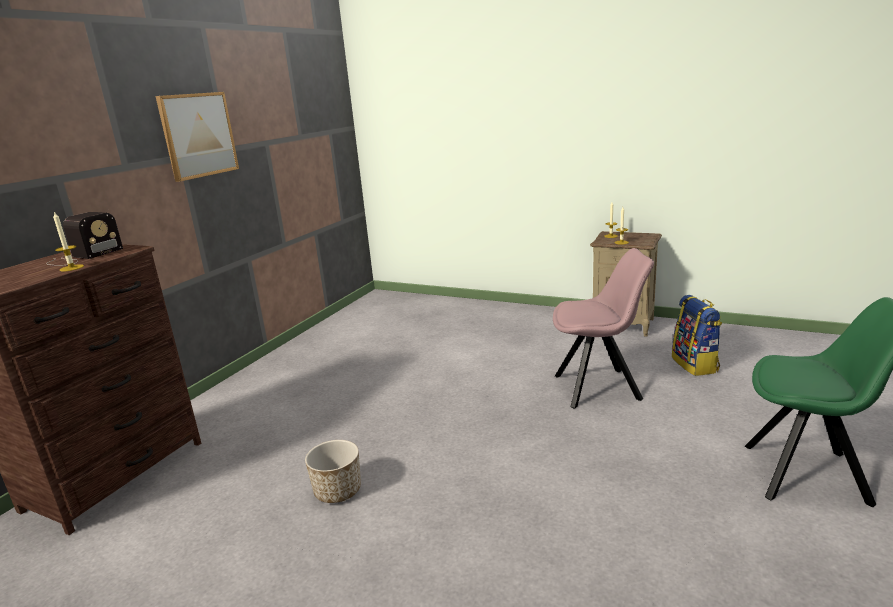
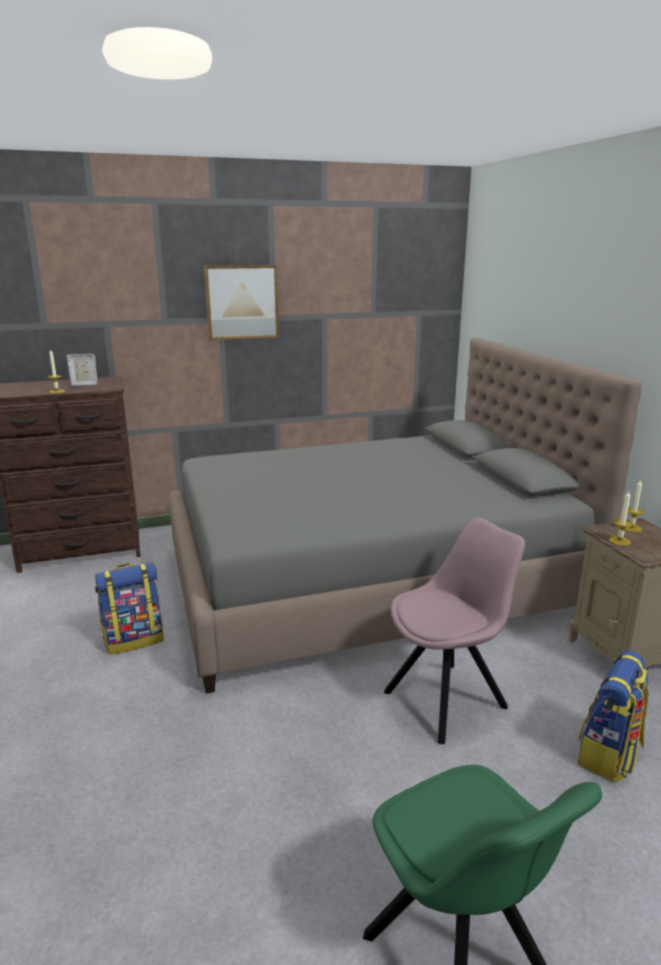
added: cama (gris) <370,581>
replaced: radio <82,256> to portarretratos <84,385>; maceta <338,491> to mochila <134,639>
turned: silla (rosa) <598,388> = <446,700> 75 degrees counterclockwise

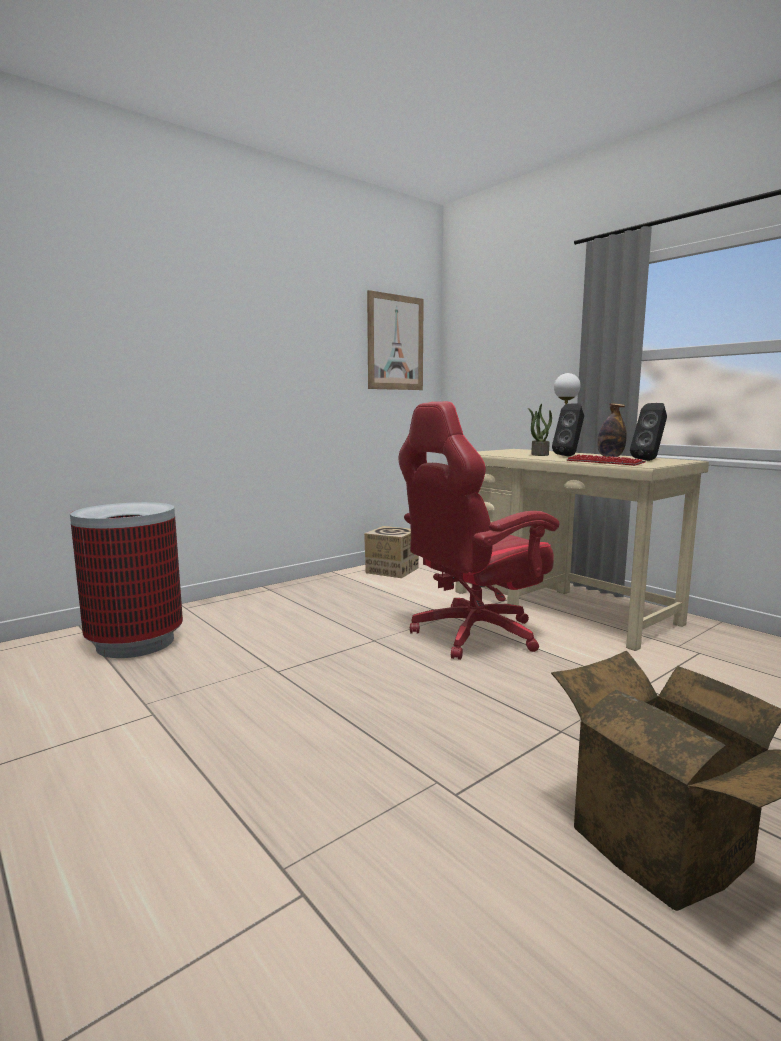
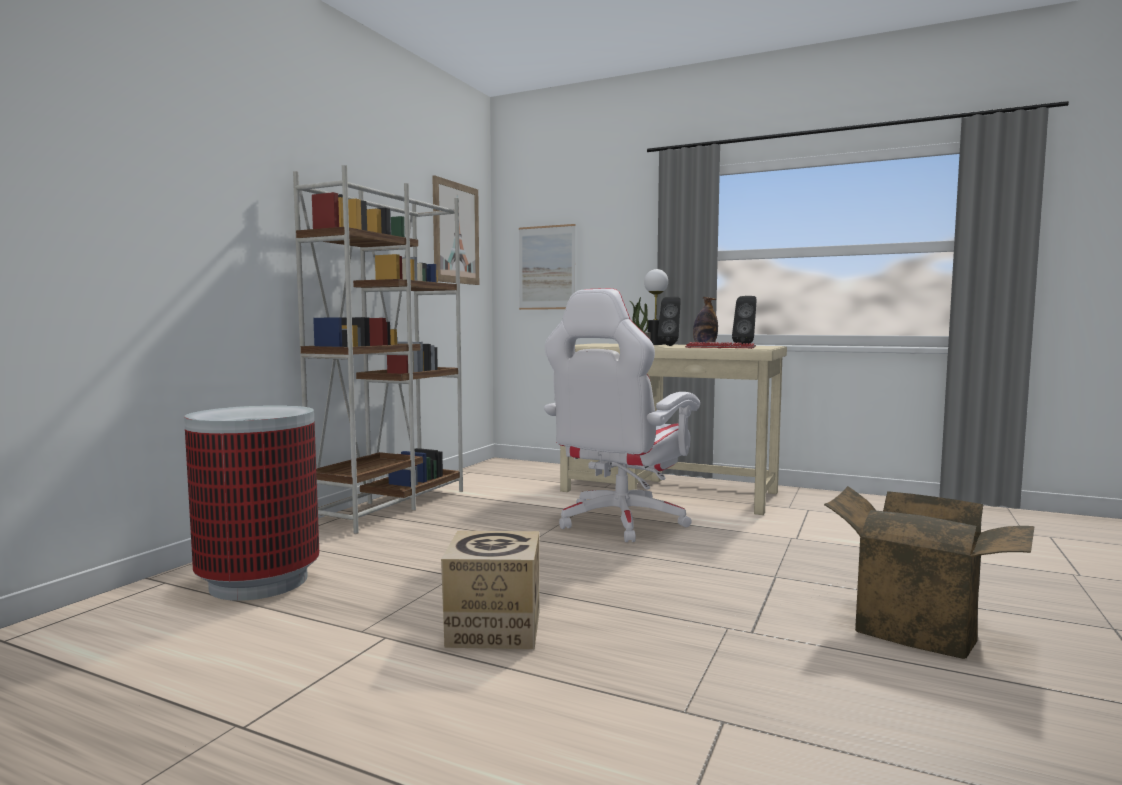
added: estantería (marrón) <392,506>; cuadro <547,267>
moved: caja de cartón <392,570> to <494,628>
recoloured: silla de oficina (rojo) <475,634> to silla de oficina (blanco) <621,521>

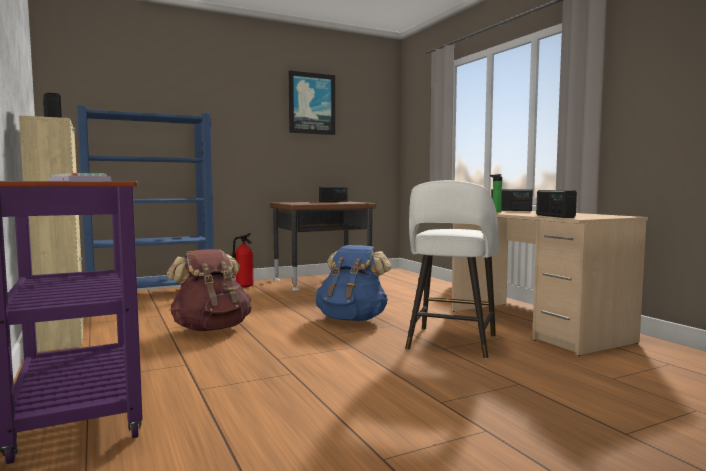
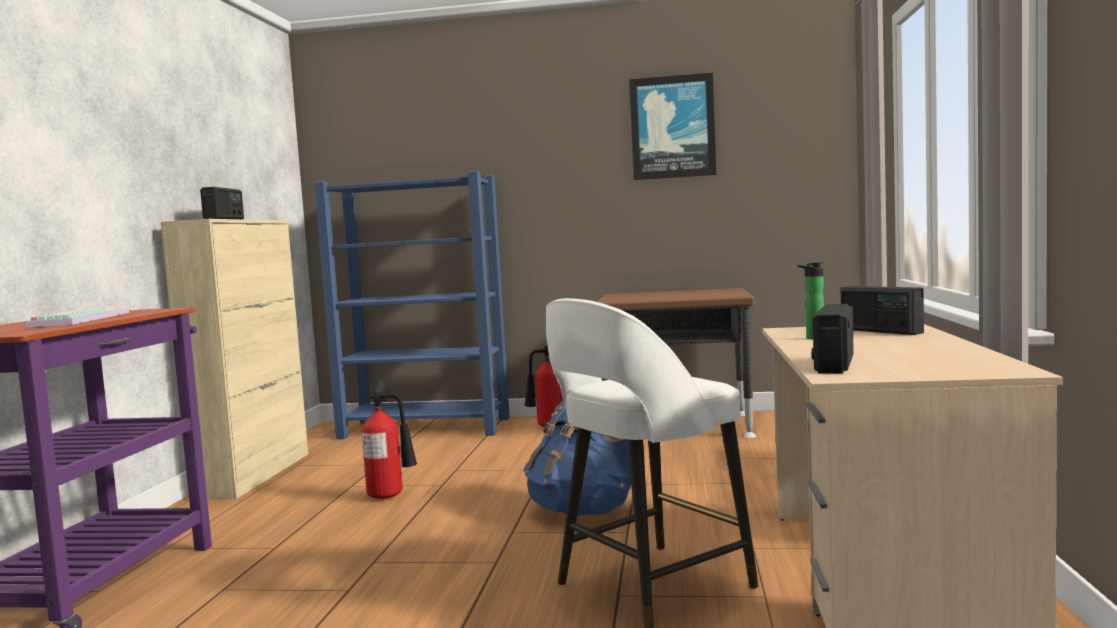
removed: radio <333,201>
replaced: mochila (marrón) <211,329> to extintor <391,495>

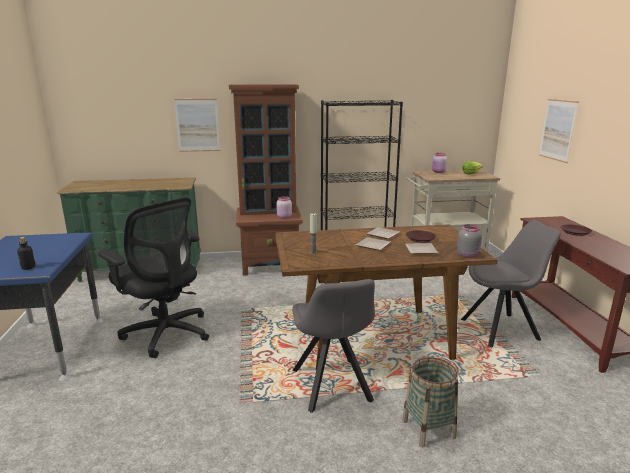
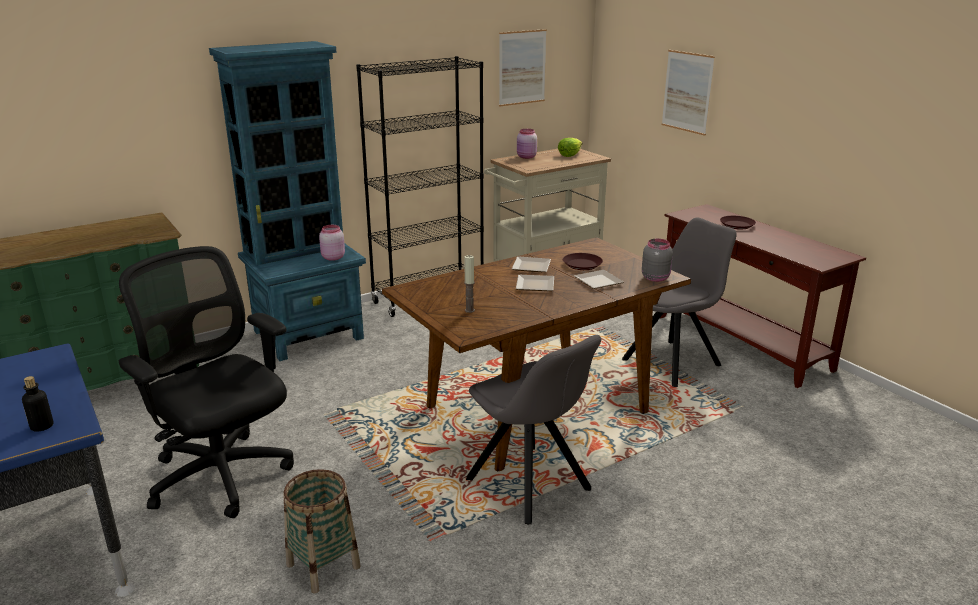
moved: cuadro <197,125> to <522,67>; cesta <428,429> to <323,566>
recoloured: armario (marrón) <270,264> to armario (azul) <309,335>
turned: silla de oficina (negro) <162,332> = <226,478> 150 degrees counterclockwise

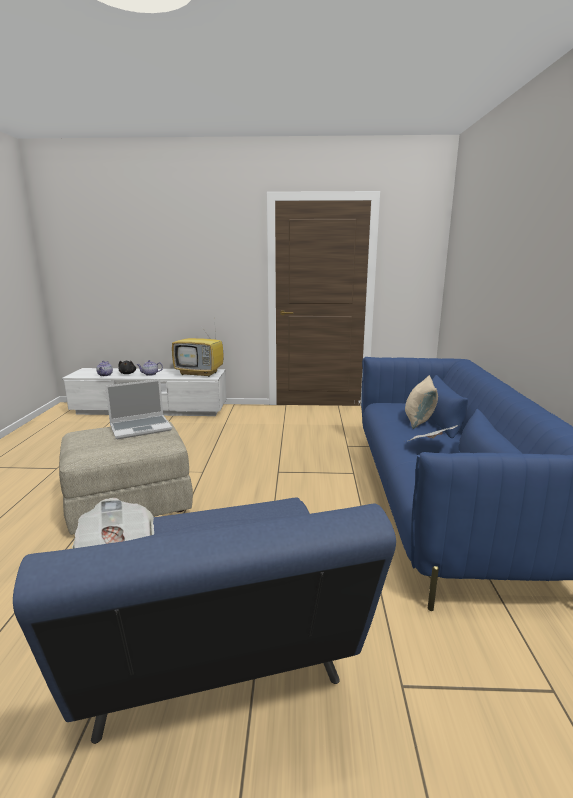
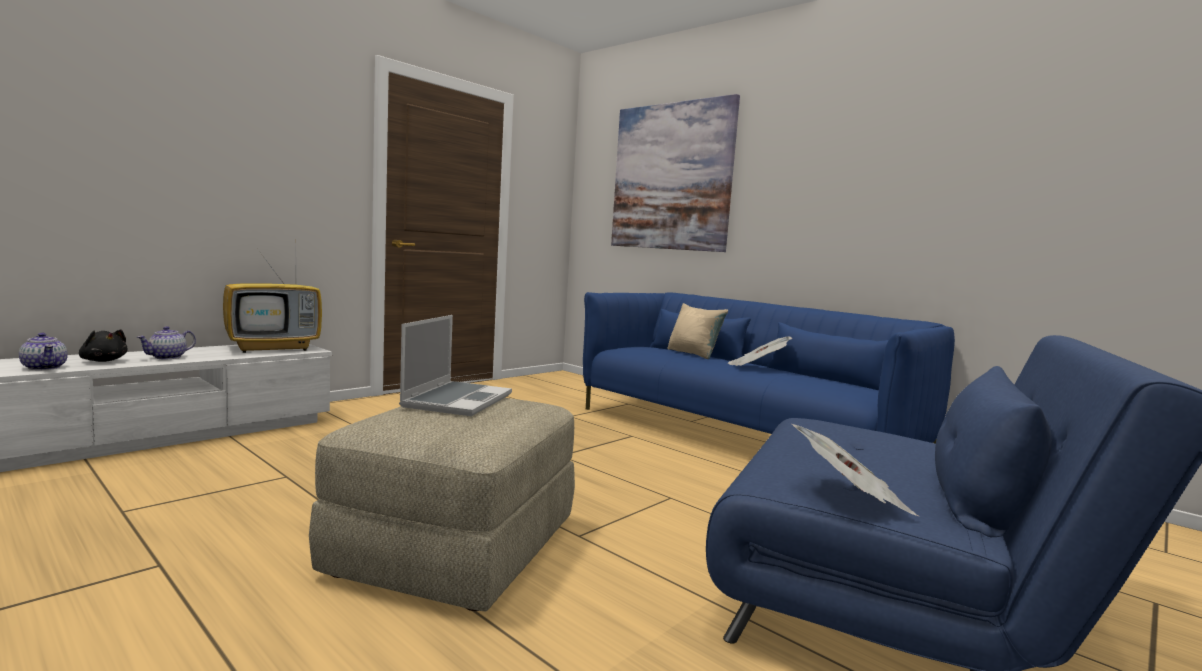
added: cuadro <671,177>

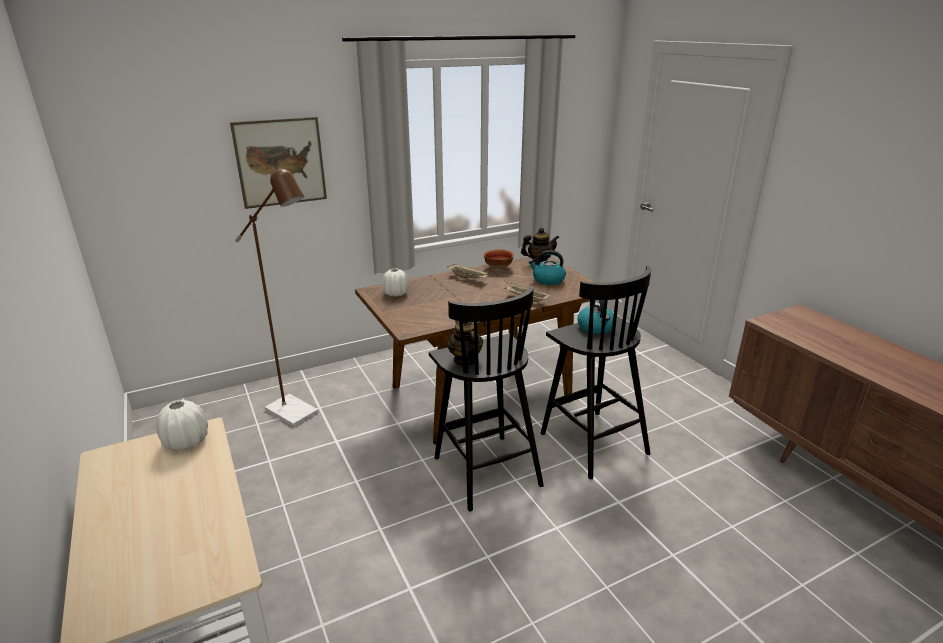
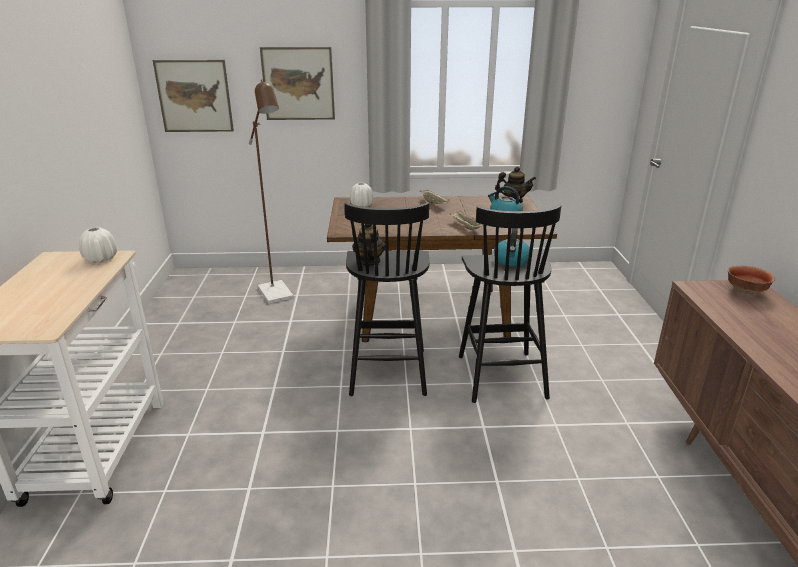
added: cuadro <194,96>
moved: cuenco <497,268> to <745,291>

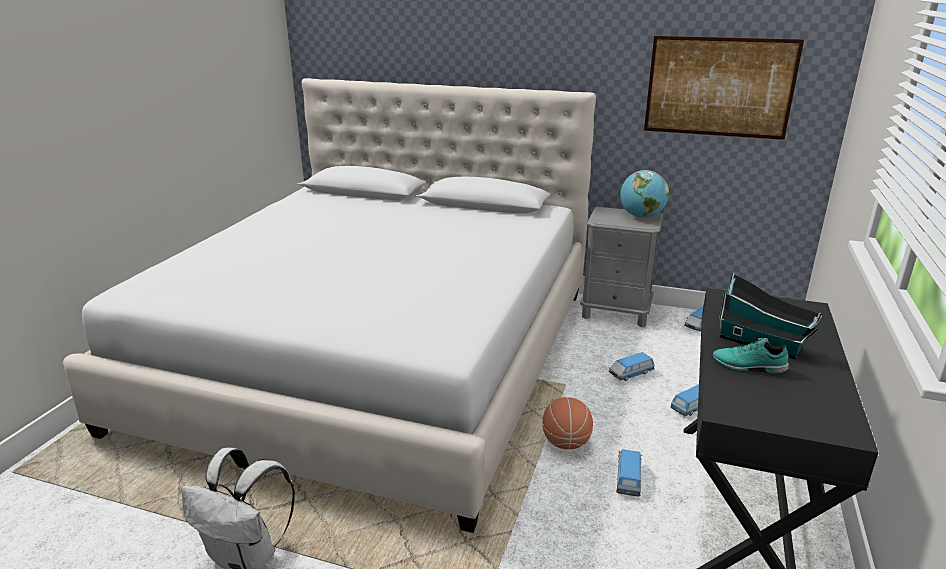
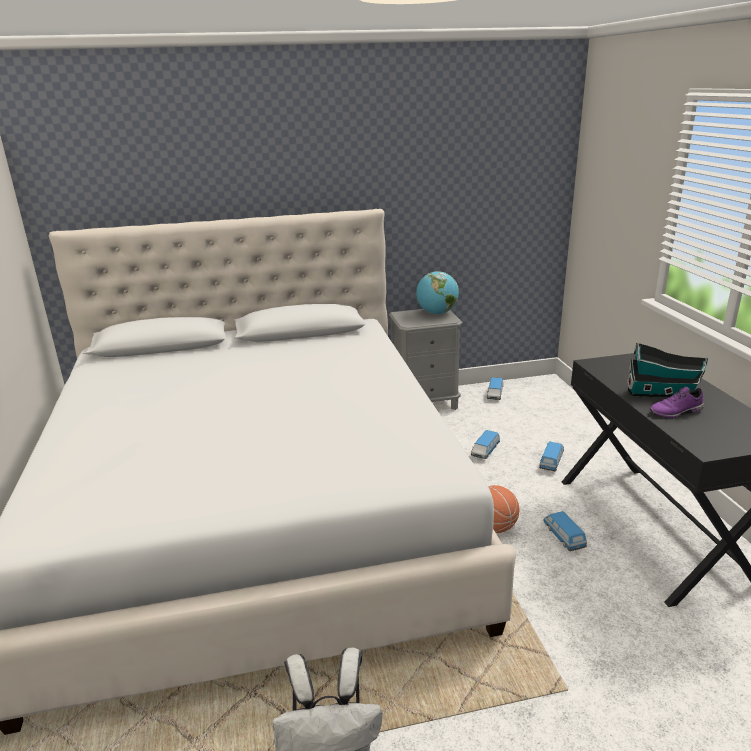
removed: cuadro <719,87>
recoloured: zapato (turquesa) <748,367> to zapato (morado) <676,412>

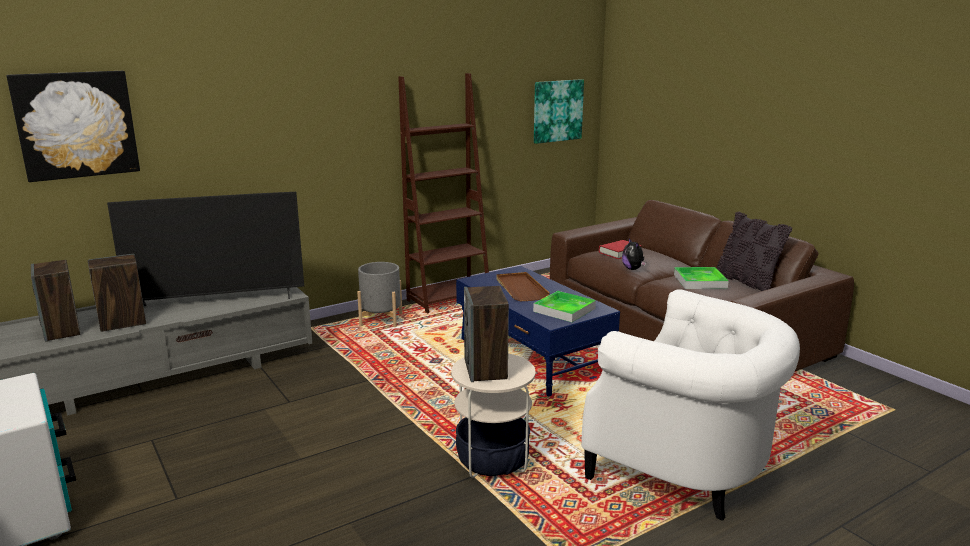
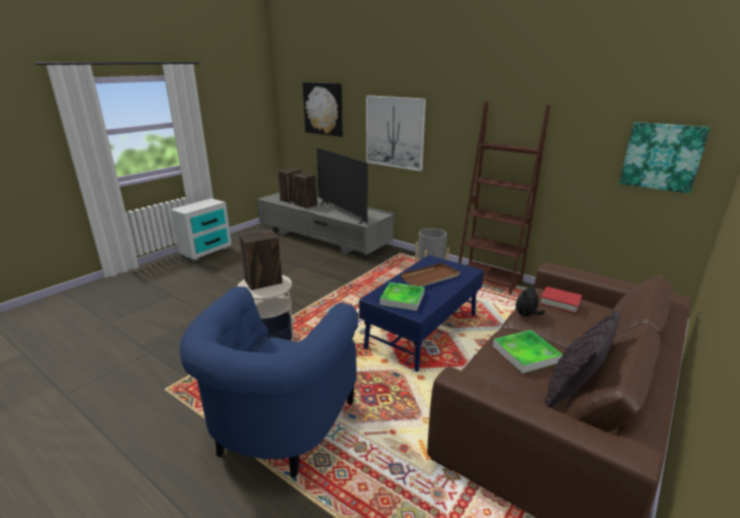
added: cuadro <394,132>
recoloured: sillón (blanco) <683,472> to sillón (azul) <279,428>

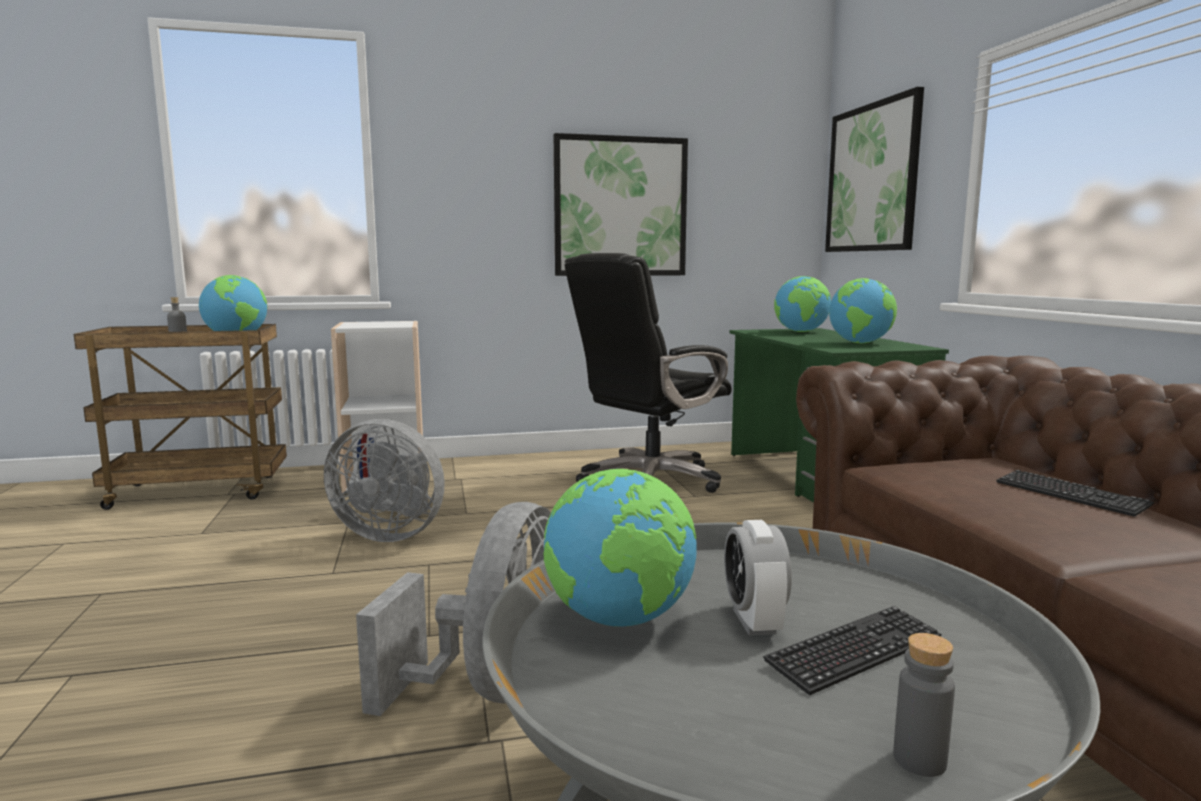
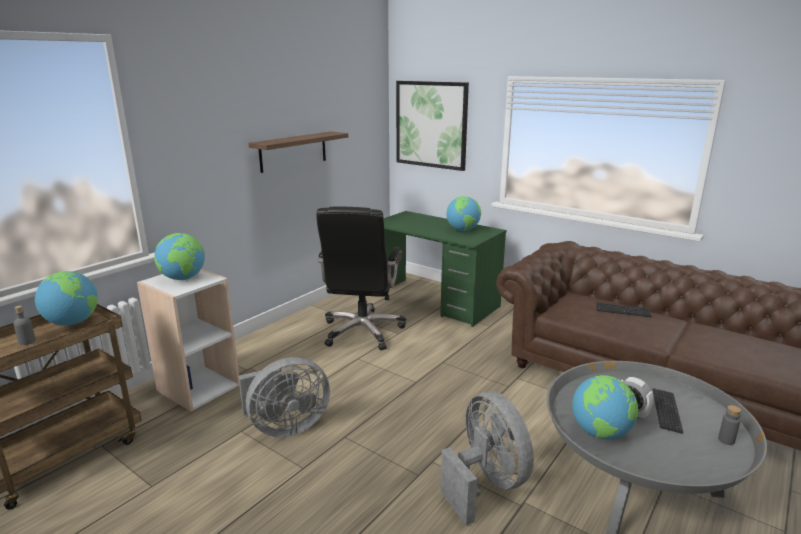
moved: globo terráqueo <801,332> to <183,278>
replaced: cuadro <620,207> to estante <293,151>

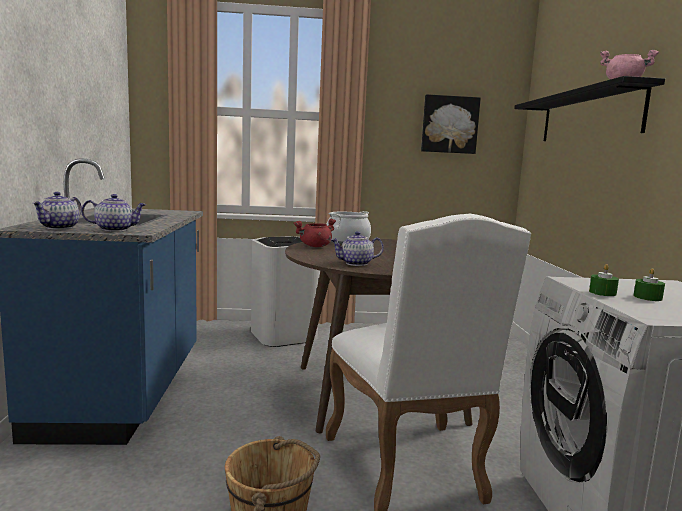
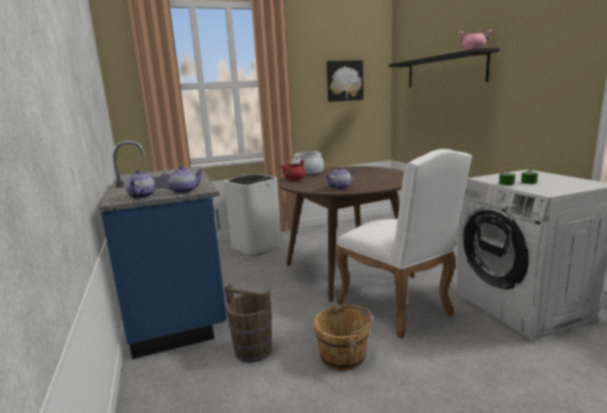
added: cubo (marrón) <253,350>

